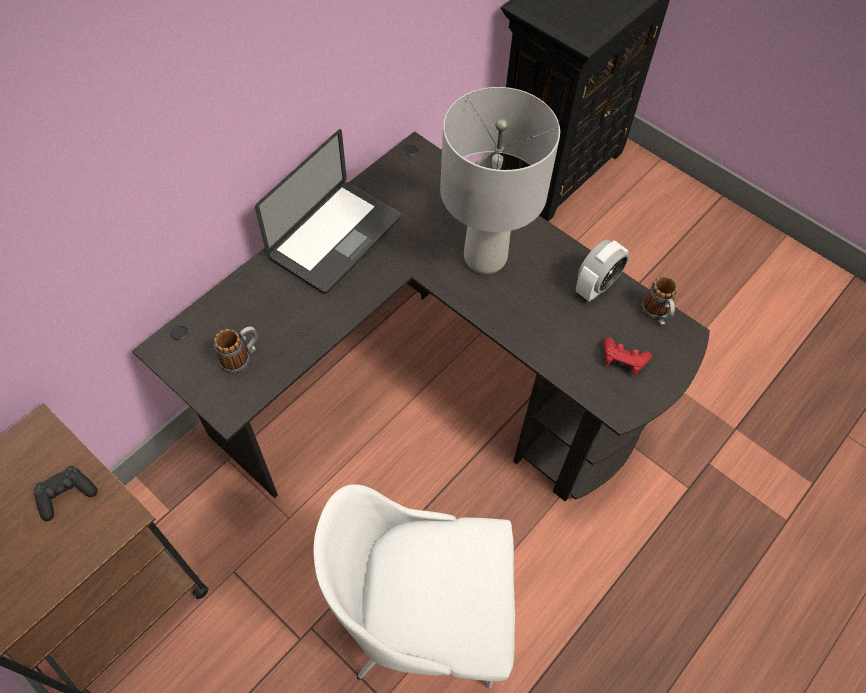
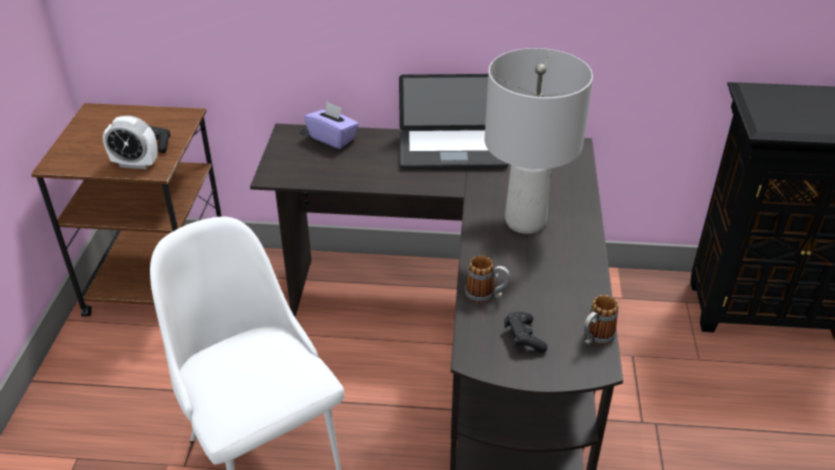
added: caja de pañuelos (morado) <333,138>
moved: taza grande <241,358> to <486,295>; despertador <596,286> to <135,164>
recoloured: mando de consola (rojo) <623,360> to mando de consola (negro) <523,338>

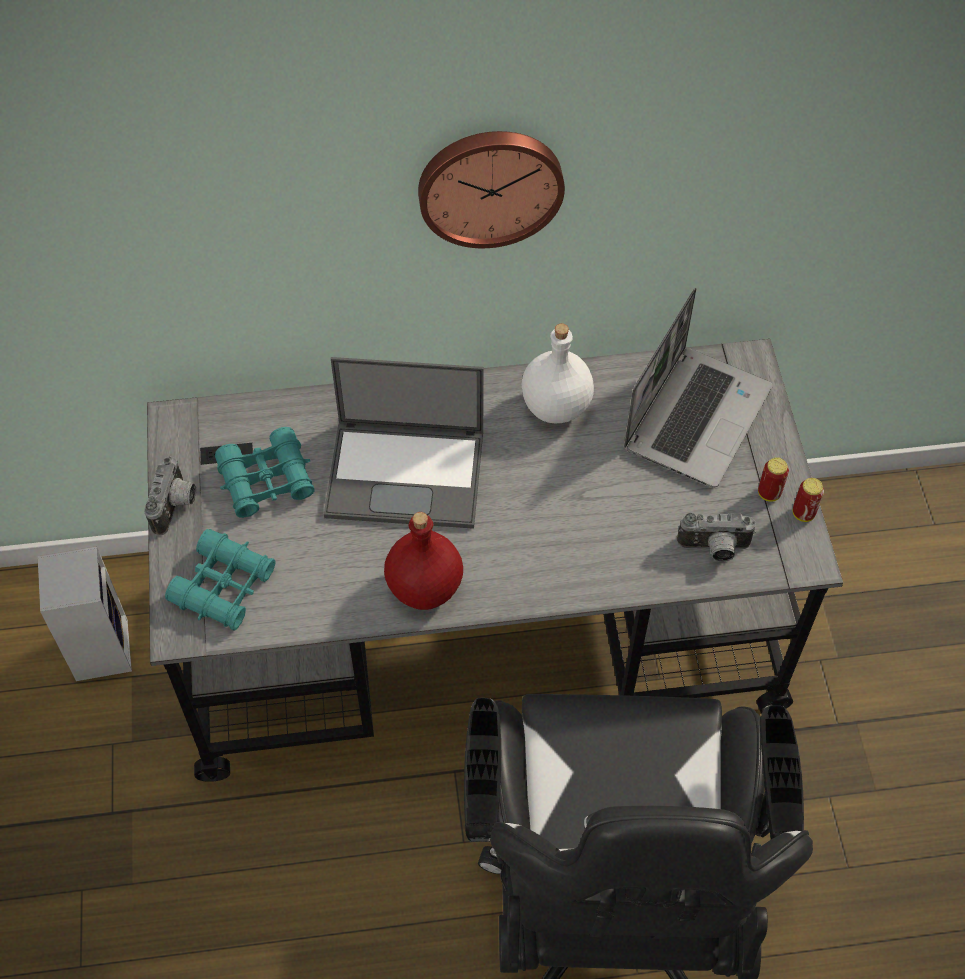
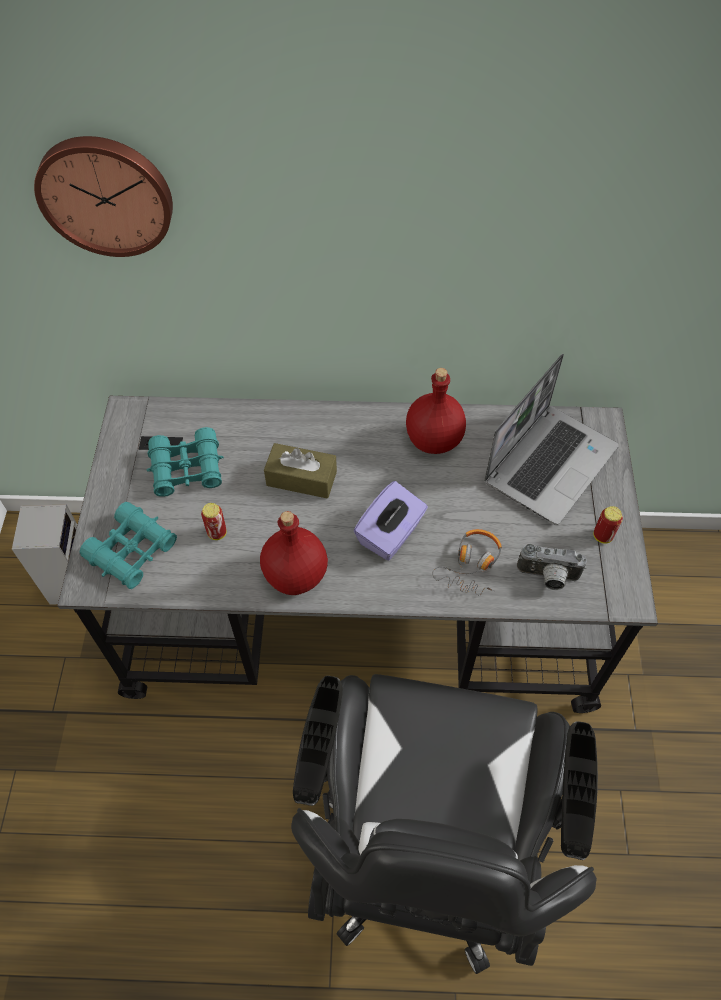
removed: cámara <176,506>
added: caja de pañuelos (morado) <390,534>; auriculares <471,565>
moved: reloj de pared <490,185> to <106,194>; lata <803,513> to <217,533>
replaced: portátil <407,473> to caja de pañuelos (marrón) <301,478>
recoloured: botella (blanco) <556,405> to botella (rojo) <434,439>

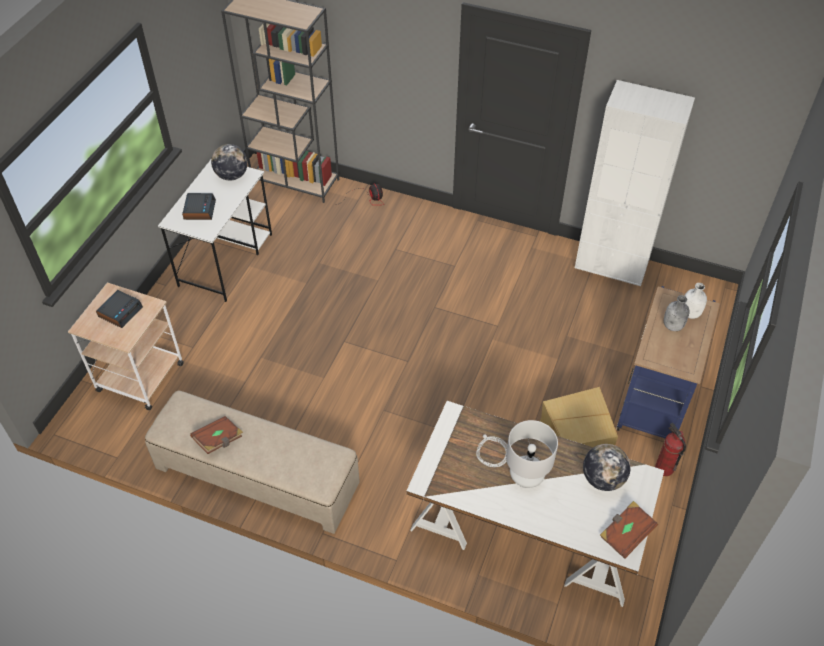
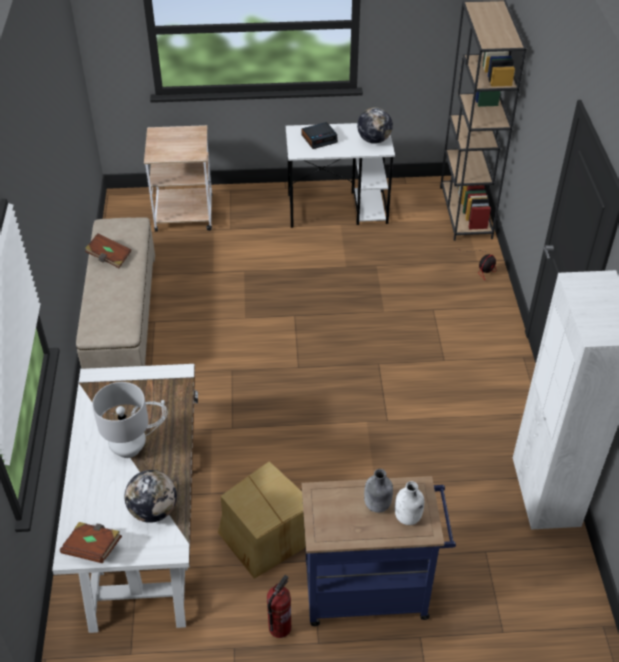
removed: despertador <120,311>

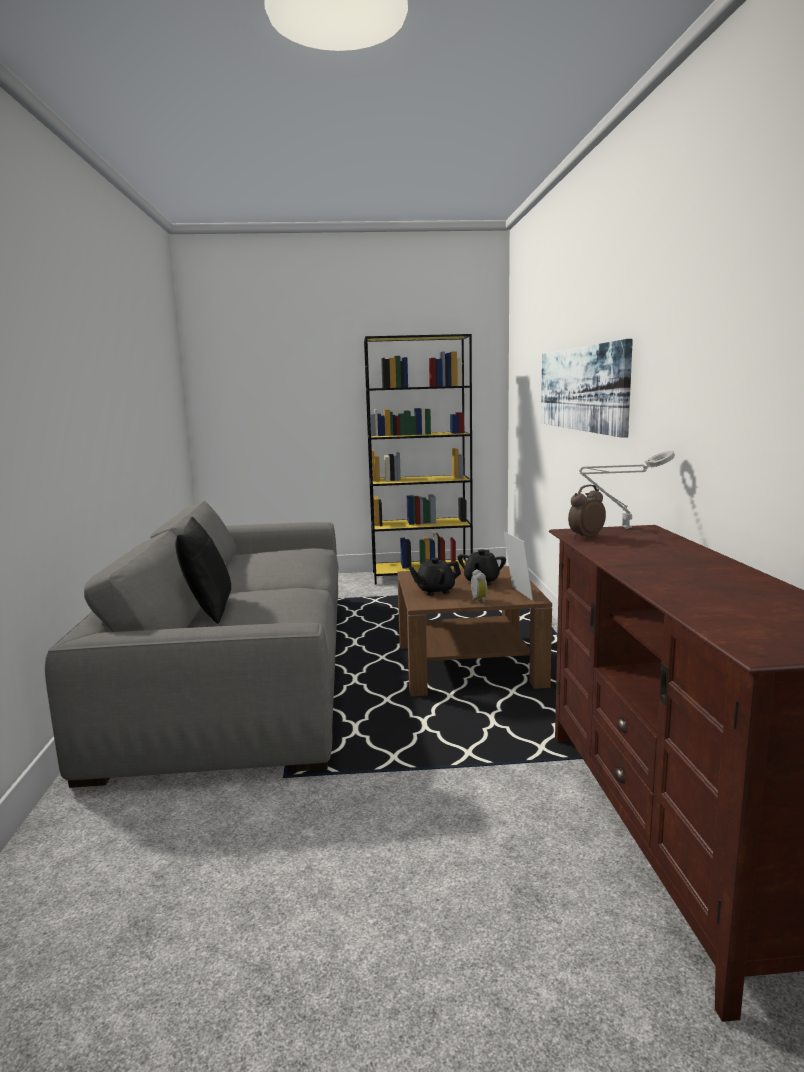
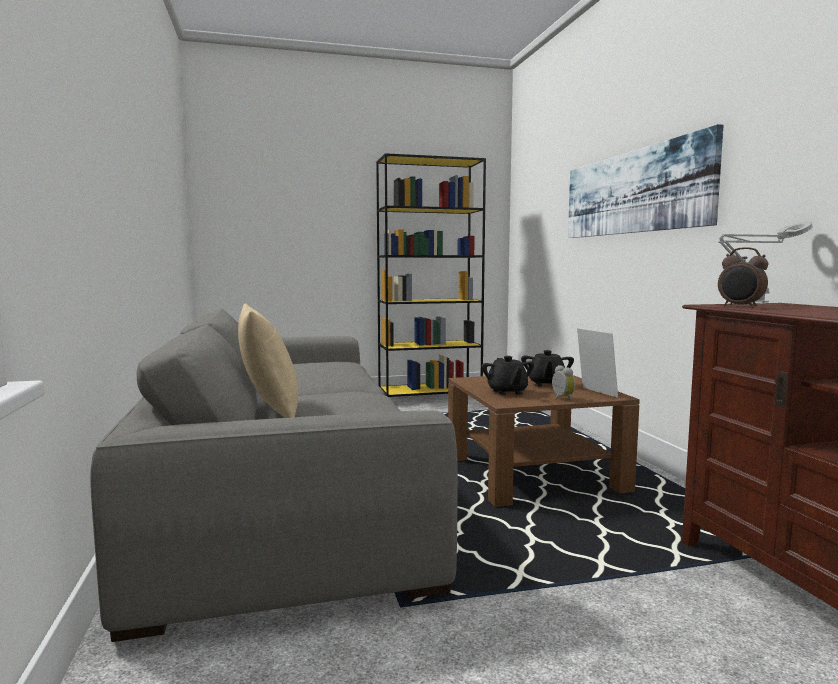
recoloured: cojín (negro) <208,610> to cojín (beis) <269,411>
turned: tetera (negro) <435,591> = <507,392> 75 degrees counterclockwise; despertador <585,537> = <740,307> 90 degrees counterclockwise

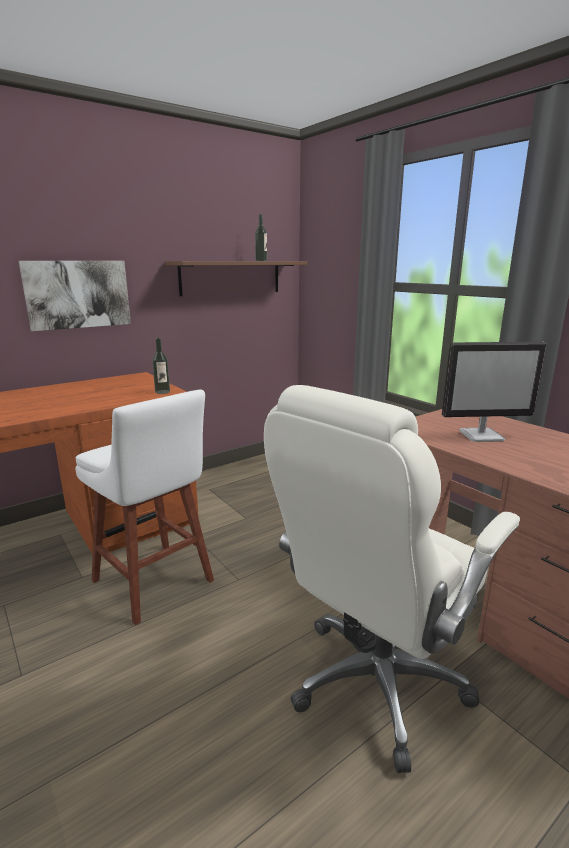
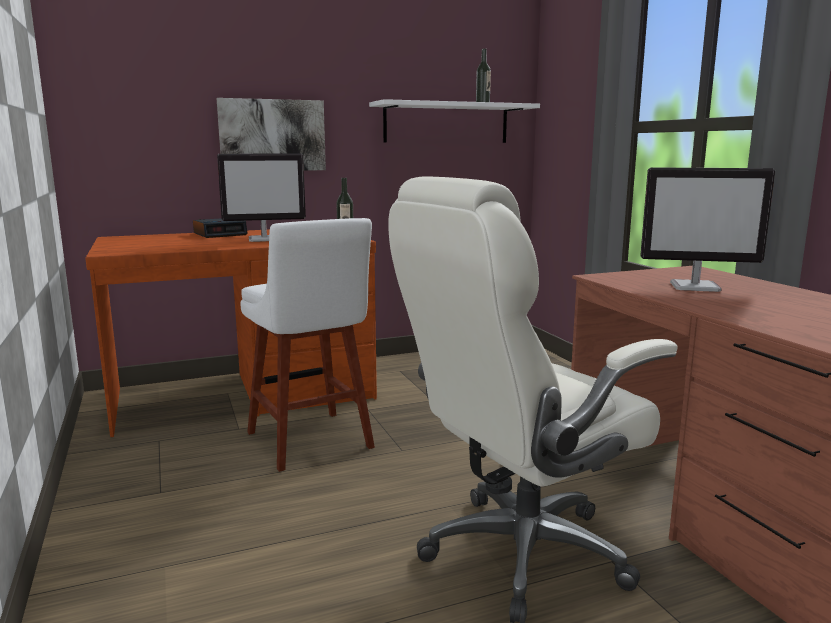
added: despertador <220,234>; monitor <265,239>
recoloured: estante (marrón) <231,277> to estante (blanco) <446,123>

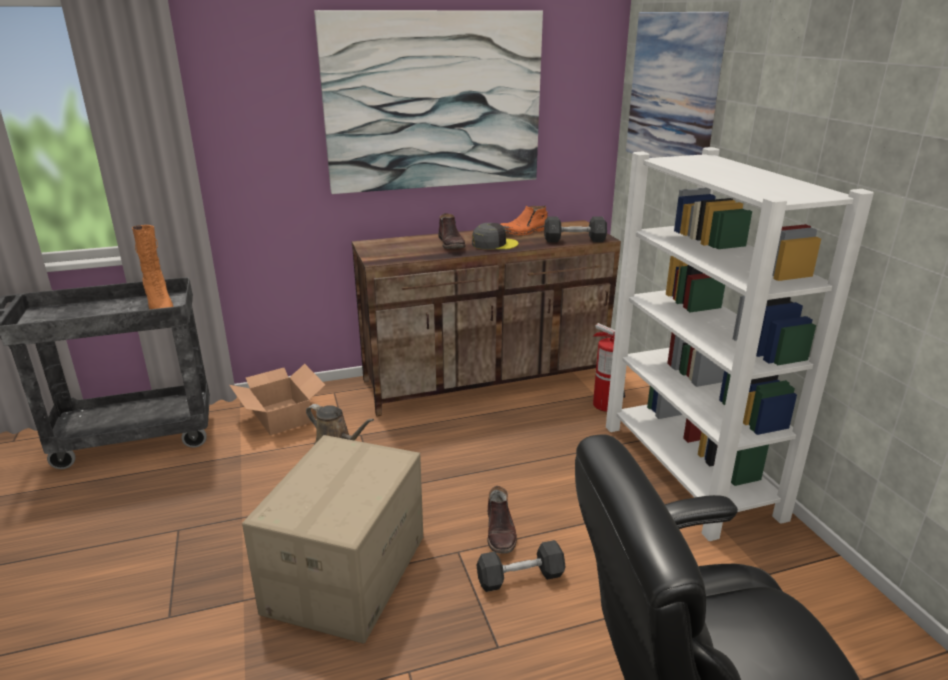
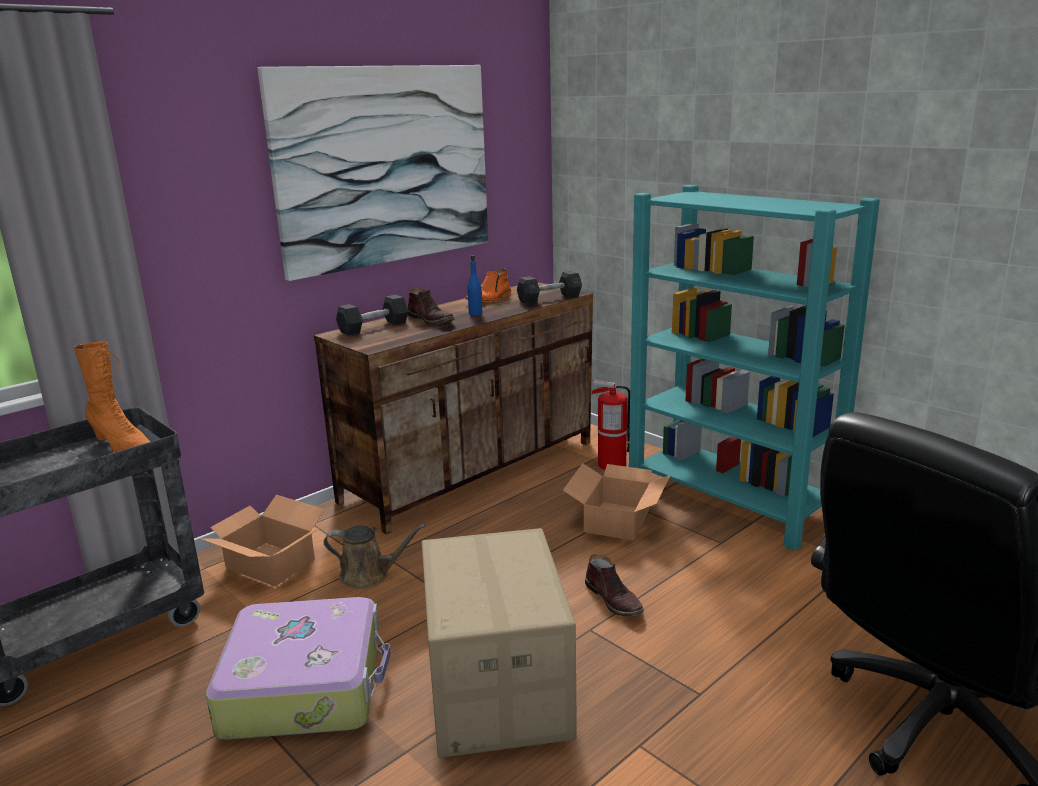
removed: cuadro <673,90>
added: maleta <305,685>; caja de cartón <618,520>
moved: mancuerna (gris) <520,577> to <374,327>
replaced: gorra (gris) <494,244> to botella (azul) <475,313>
recoloured: estantería (blanco) <689,469> to estantería (turquesa) <730,499>

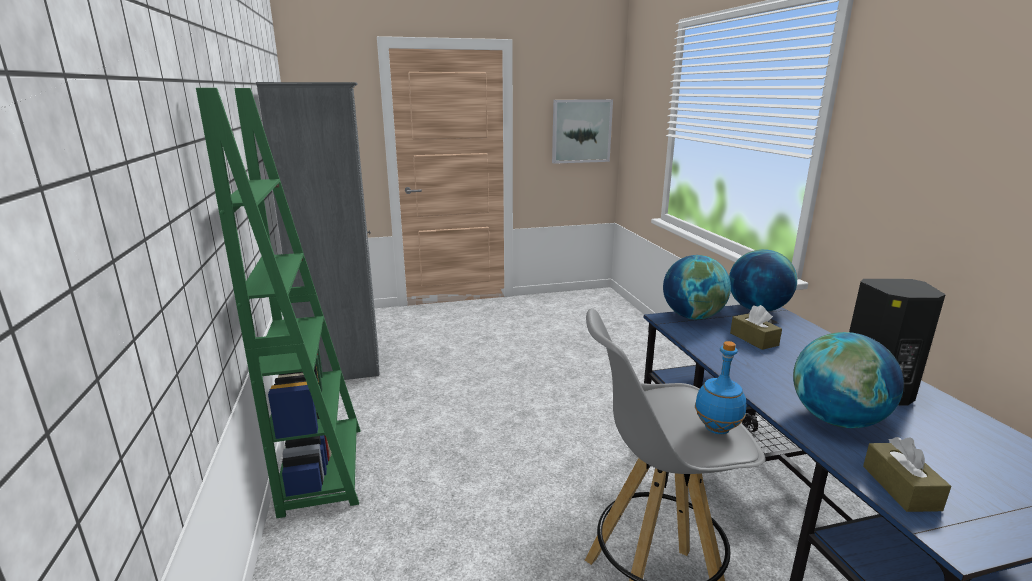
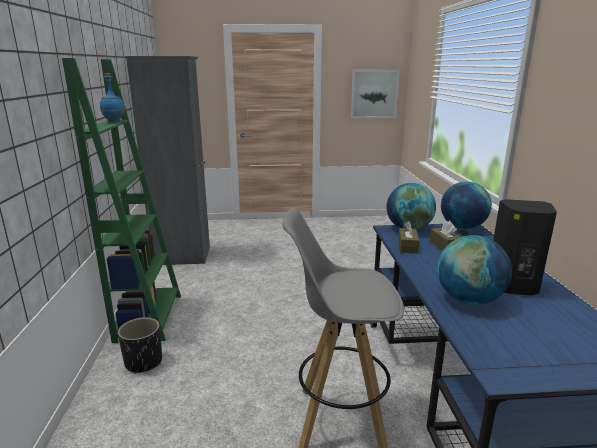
added: maceta (negro) <143,362>
moved: botella (azul) <716,429> to <113,121>; caja de pañuelos (marrón) <900,487> to <407,246>

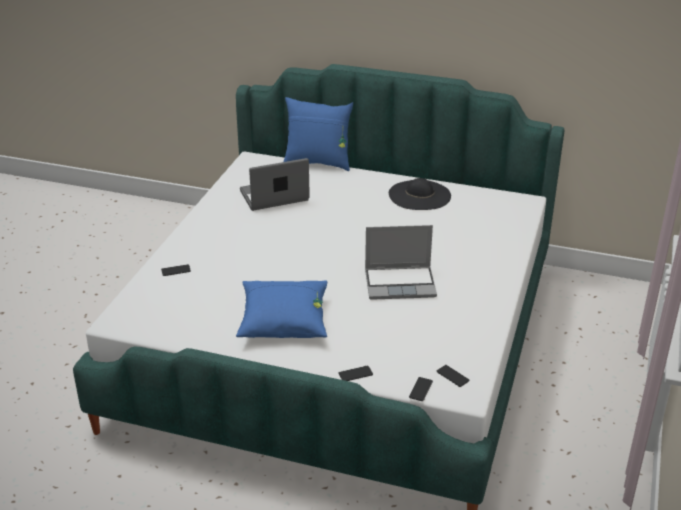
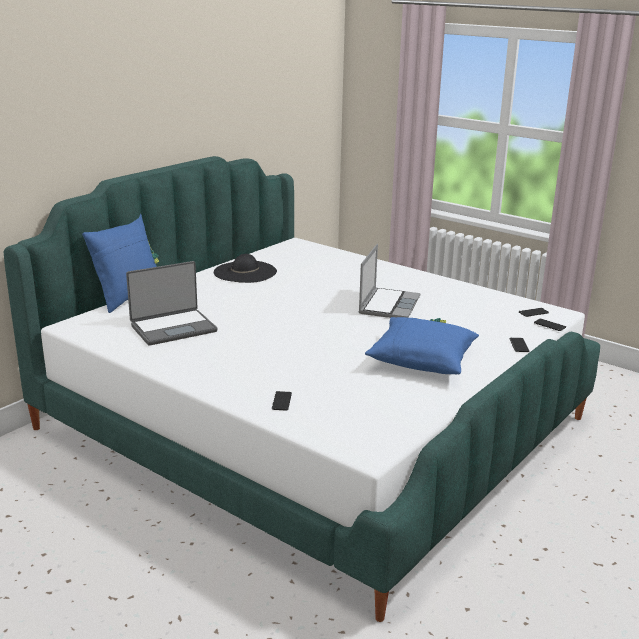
turned: portátil <274,196> = <173,328> 120 degrees counterclockwise

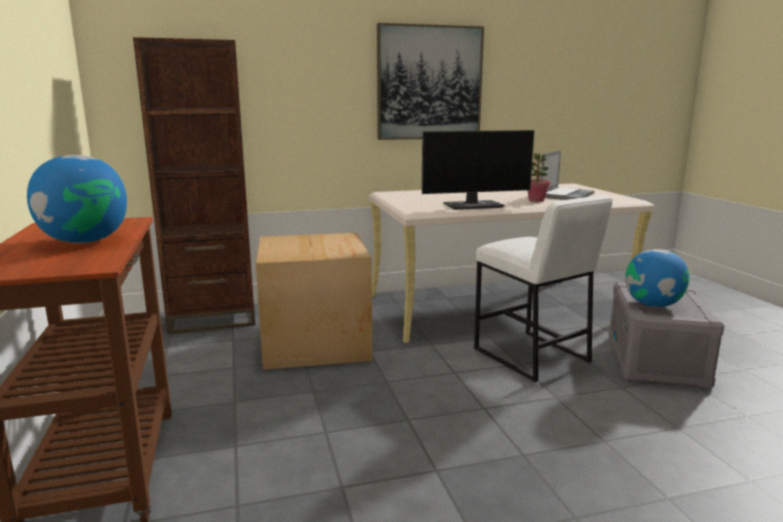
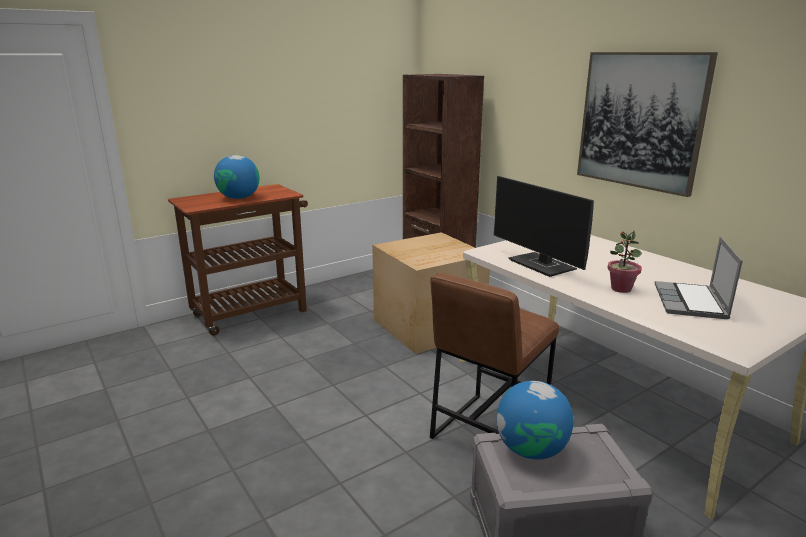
recoloured: silla (blanco) <532,356> to silla (marrón) <488,431>
turned: portátil <566,195> = <691,302> 90 degrees clockwise

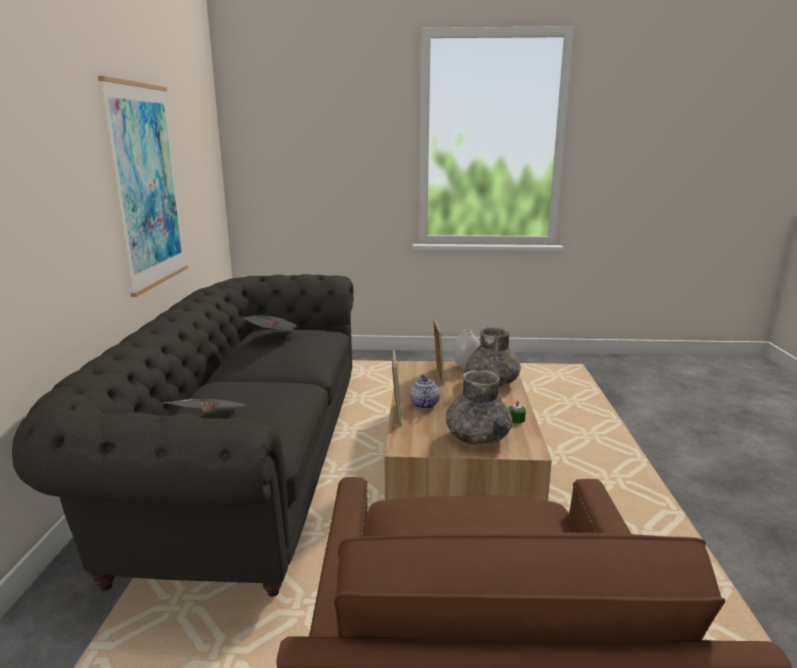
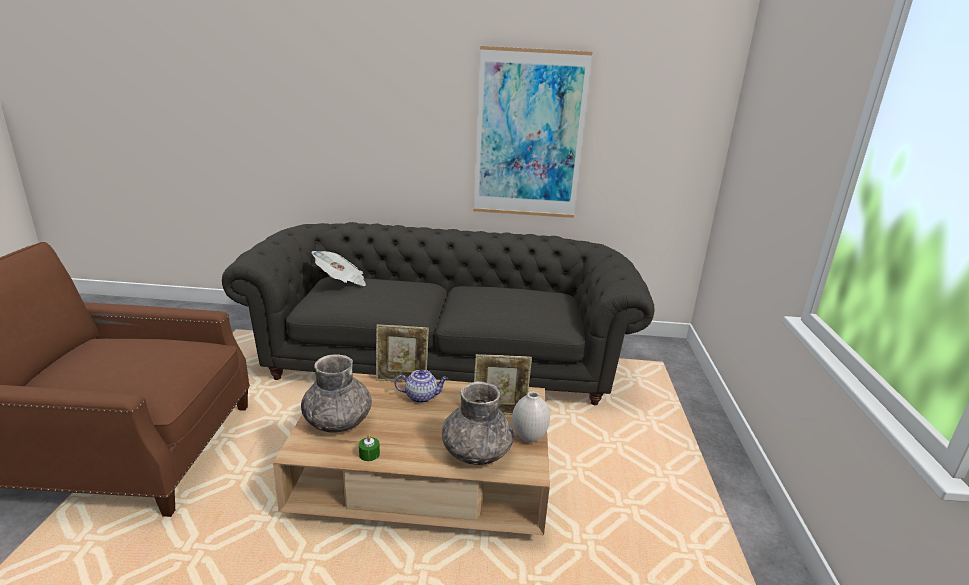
removed: periódico <273,337>

